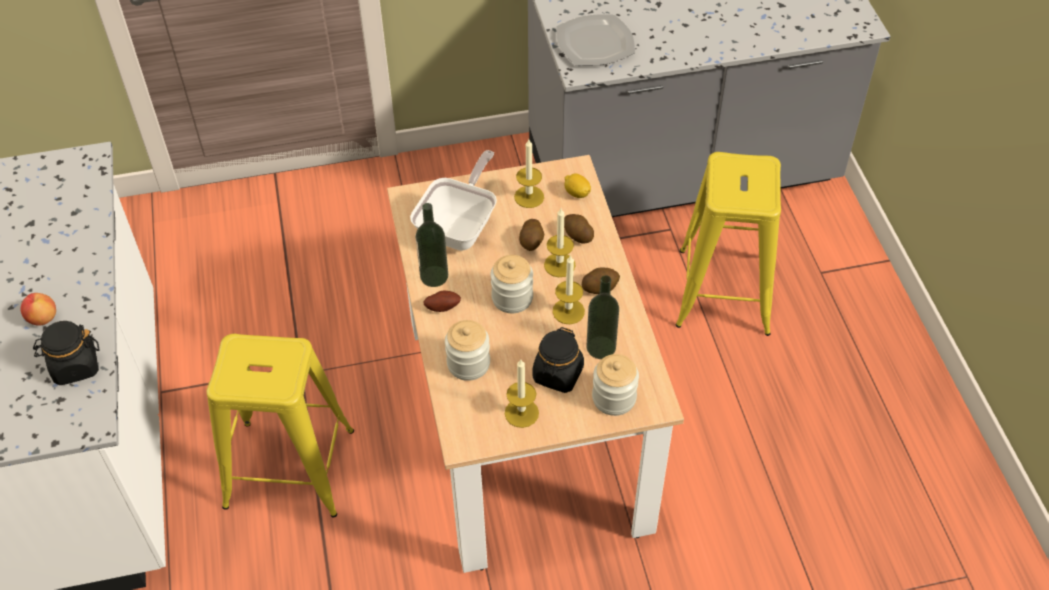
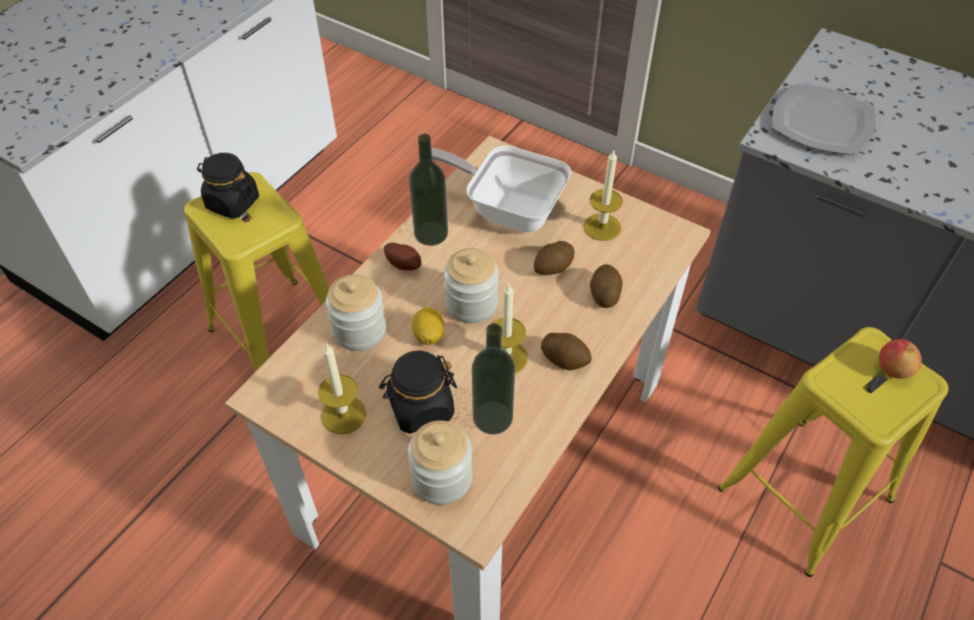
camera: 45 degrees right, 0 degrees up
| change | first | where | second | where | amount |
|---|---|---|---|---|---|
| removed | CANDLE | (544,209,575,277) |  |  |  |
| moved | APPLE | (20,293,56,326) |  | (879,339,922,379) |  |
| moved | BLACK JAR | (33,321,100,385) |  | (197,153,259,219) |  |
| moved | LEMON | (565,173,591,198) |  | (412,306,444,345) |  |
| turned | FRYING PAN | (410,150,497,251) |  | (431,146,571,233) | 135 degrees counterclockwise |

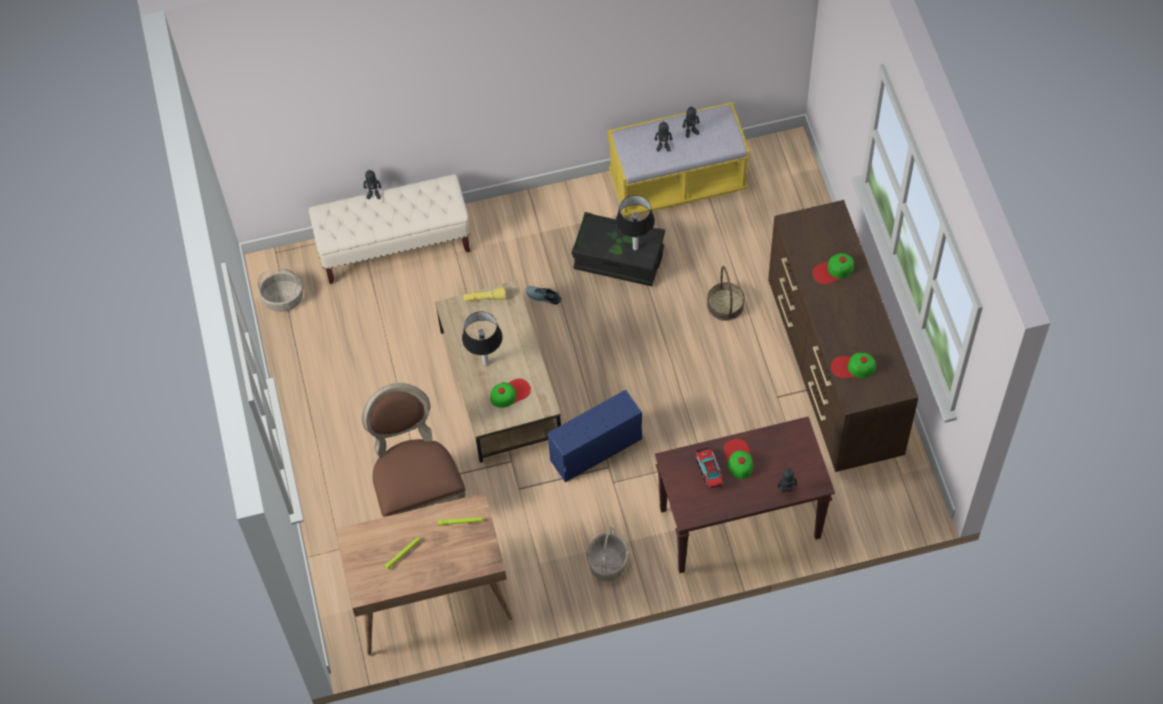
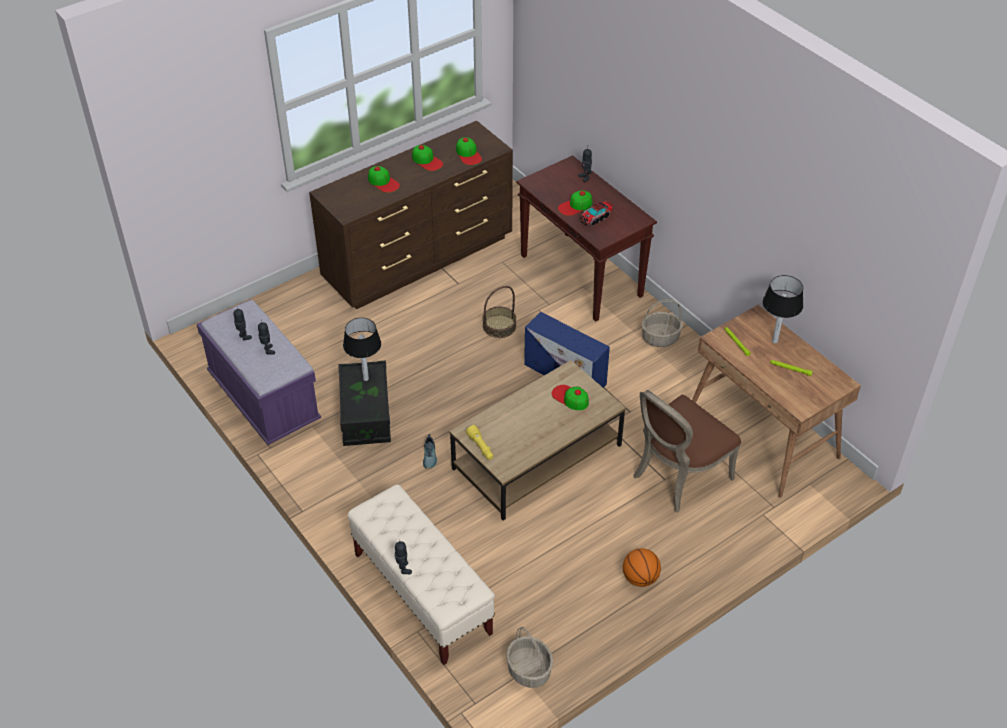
camera: 115 degrees left, 15 degrees down
| change | first | where | second | where | amount |
|---|---|---|---|---|---|
| added |  |  | CAP | (412,145,443,171) |  |
| added |  |  | BASKETBALL | (623,548,661,587) |  |
| moved | TABLE LAMP | (462,311,502,366) |  | (763,275,803,344) |  |
| moved | BASKET | (707,266,745,321) |  | (483,286,516,338) |  |
| recoloured | YELLOW BENCH | (608,102,750,217) | PURPLE BENCH | (197,299,321,445) |  |

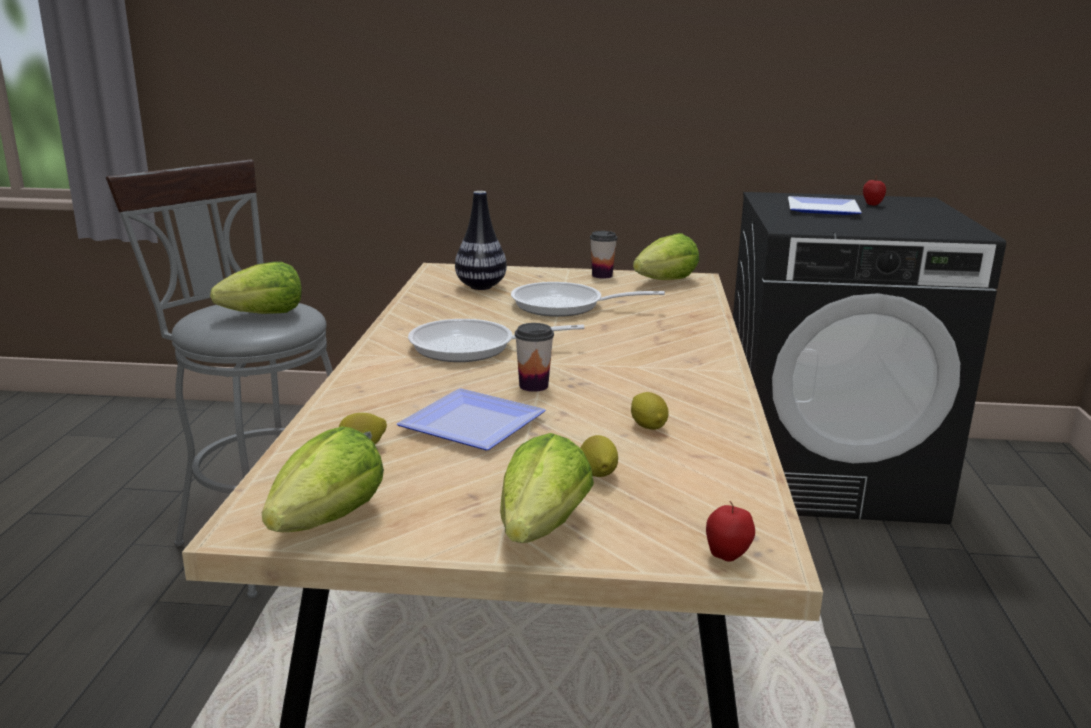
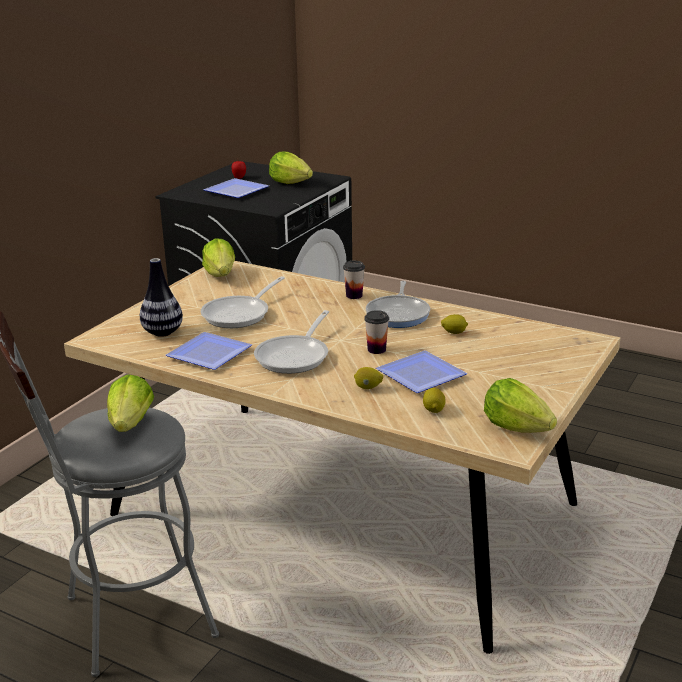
camera: 65 degrees left, 5 degrees up
| change | first | where | second | where | amount |
|---|---|---|---|---|---|
| removed | APPLE | (706,501,755,562) |  |  |  |
| added |  |  | PLATE | (166,332,252,370) |  |
| added |  |  | FRYING PAN | (366,281,430,328) |  |
| moved | LETTUCE | (500,433,594,543) |  | (269,151,313,184) |  |
| moved | LEMON | (581,435,618,477) |  | (354,367,383,389) |  |
| moved | CUP | (590,231,617,279) |  | (343,260,365,299) |  |

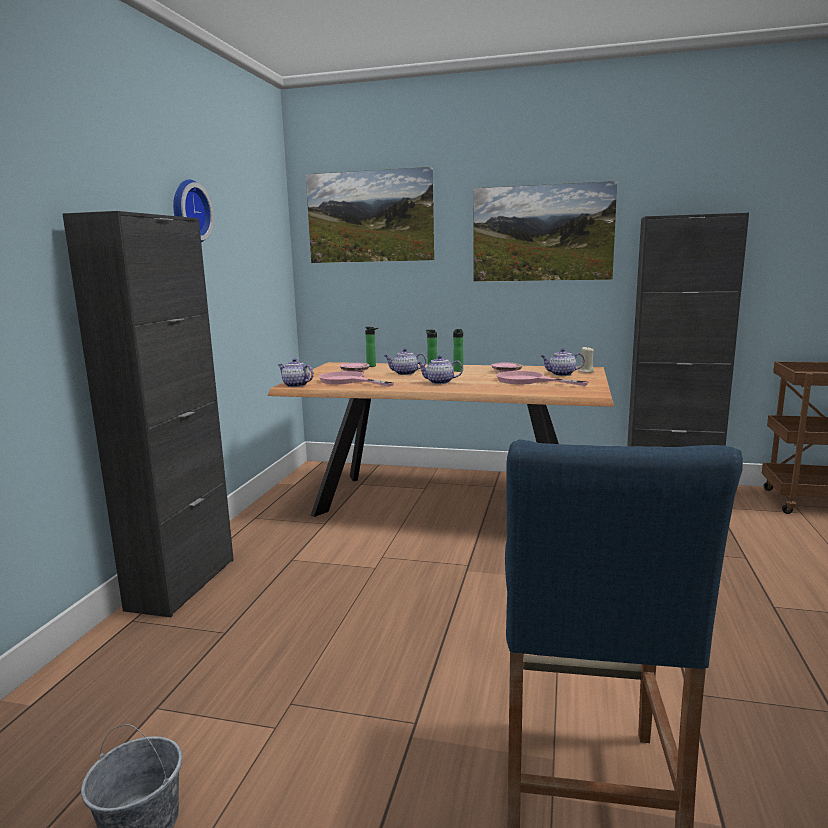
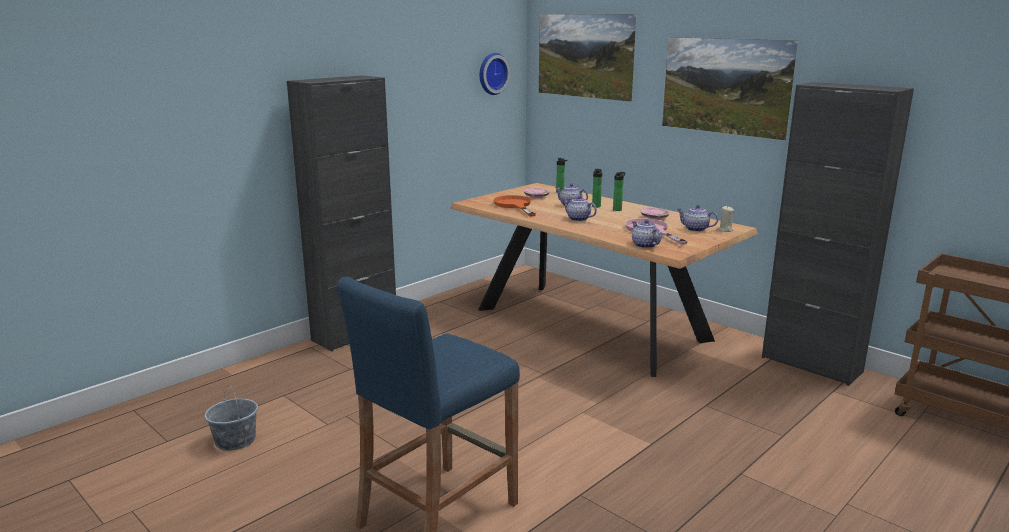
camera: 30 degrees right, 5 degrees up
| change | first | where | second | where | amount |
|---|---|---|---|---|---|
| moved | WALL CLOCK | (173,179,214,242) |  | (480,53,510,95) |  |
| moved | TEAPOT | (278,359,314,387) |  | (632,220,662,248) |  |
| recoloured | PINK FRYING PAN | (319,371,394,387) | ORANGE FRYING PAN | (493,195,536,217) |  |

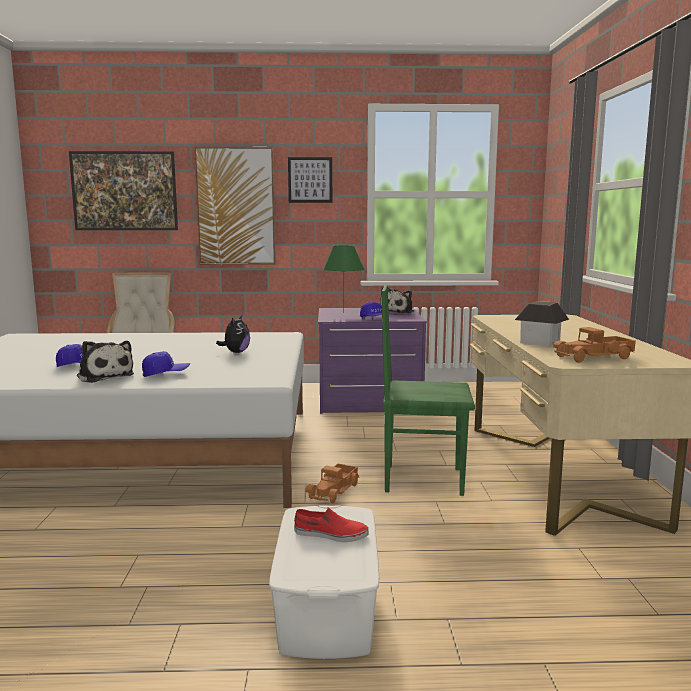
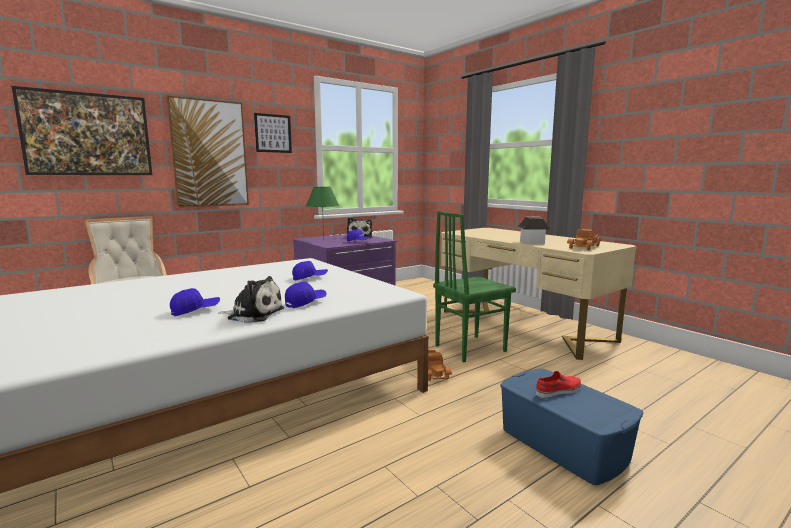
camera: 35 degrees left, 0 degrees up
| change | first | where | second | where | amount |
|---|---|---|---|---|---|
| replaced | PLUSH TOY | (216,315,250,353) | BLUE CAP | (292,261,328,280) |  |
| recoloured | WHITE STORAGE BOX | (269,506,379,659) | BLUE STORAGE BOX | (500,368,643,485) |  |

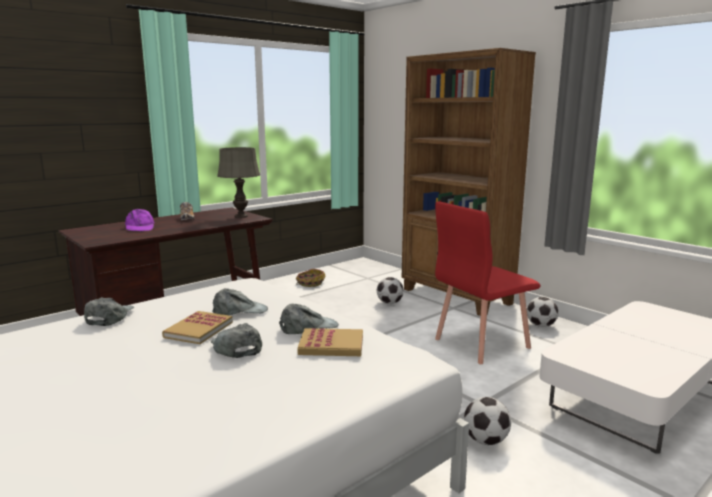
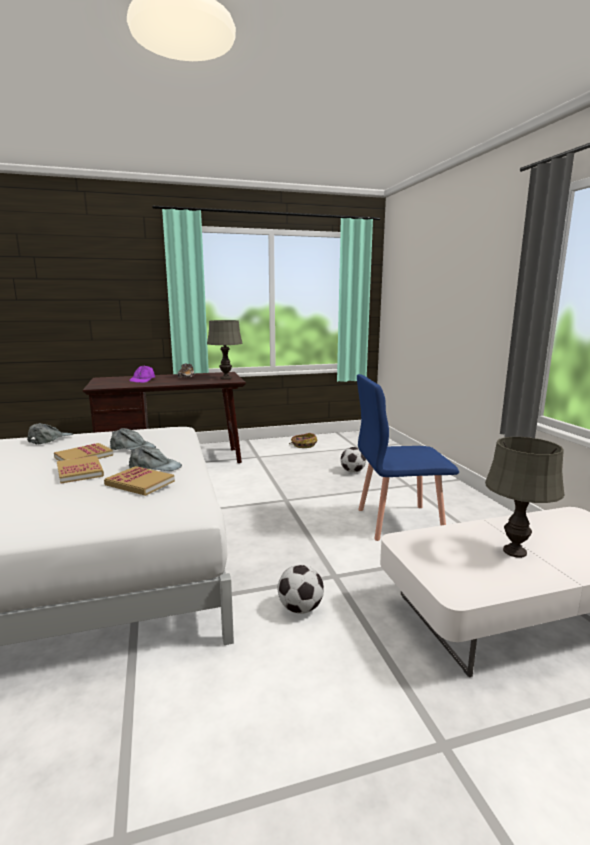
camera: 25 degrees right, 0 degrees up
| change | first | where | second | where | amount |
|---|---|---|---|---|---|
| removed | BROWN BOOKCASE | (402,48,536,316) |  |  |  |
| removed | FOOTBALL | (527,297,558,327) |  |  |  |
| added |  |  | GREY TABLE LAMP | (485,437,564,558) |  |
| replaced | GREY CAP | (211,323,262,358) | BOOK | (57,456,104,484) |  |
| recoloured | RED CHAIR | (435,202,540,364) | BLUE CHAIR | (357,374,459,541) |  |

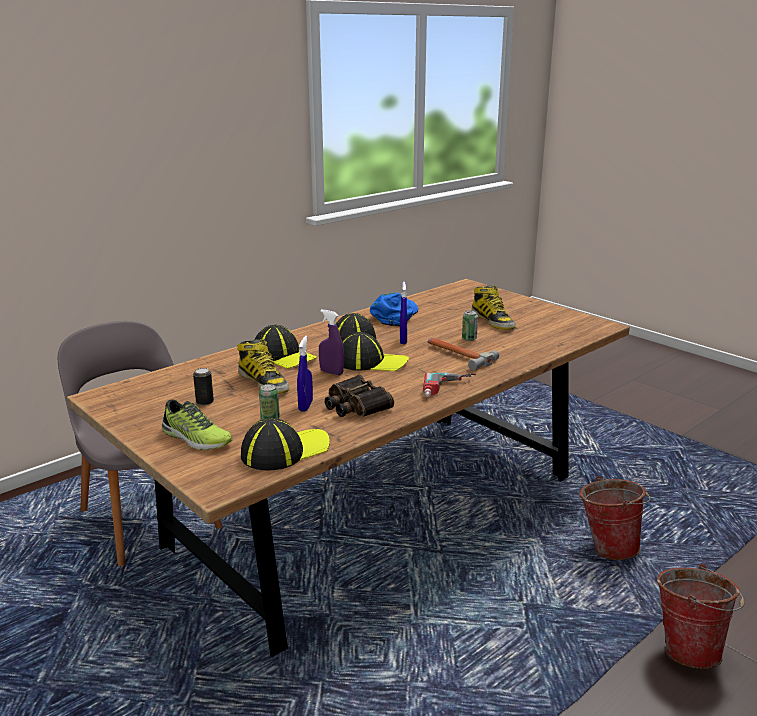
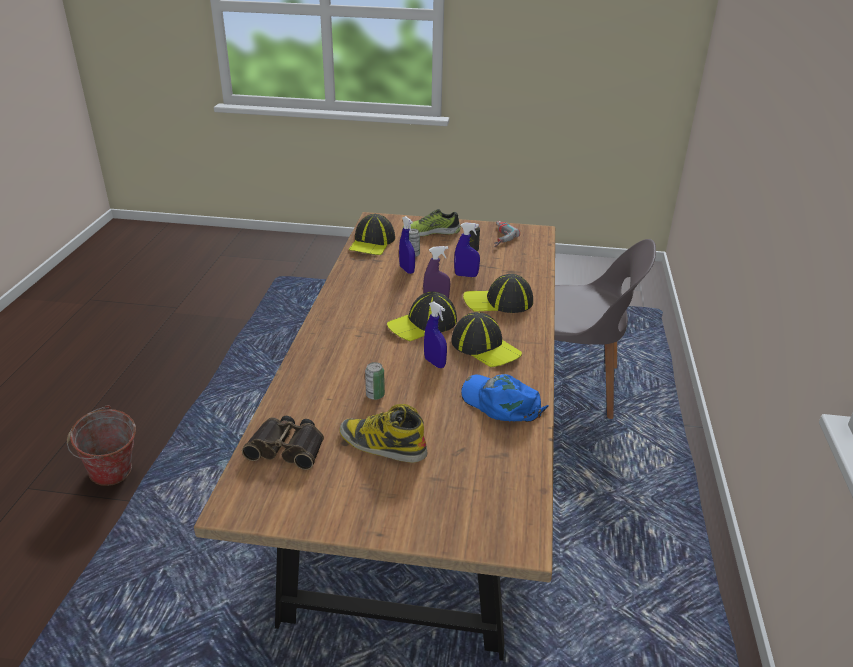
camera: 140 degrees right, 10 degrees up
| change | first | where | second | where | amount |
|---|---|---|---|---|---|
| removed | HAMMER | (428,338,499,371) |  |  |  |
| removed | BUCKET | (580,476,650,560) |  |  |  |
| moved | BINOCULARS | (325,375,394,417) |  | (242,416,324,470) |  |
| moved | POWER DRILL | (423,372,476,397) |  | (494,221,520,247) |  |
| replaced | BOOT | (237,339,290,394) | BLUE SPRAY BOTTLE | (454,222,480,277) |  |
| turned | BLUE CAP | (370,292,418,326) |  | (461,374,549,422) | 150 degrees clockwise |

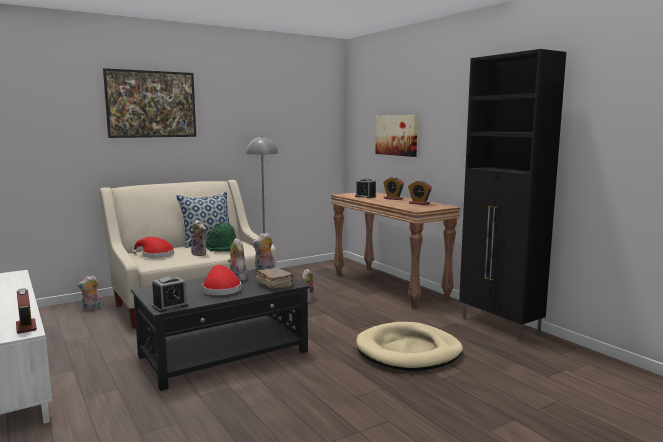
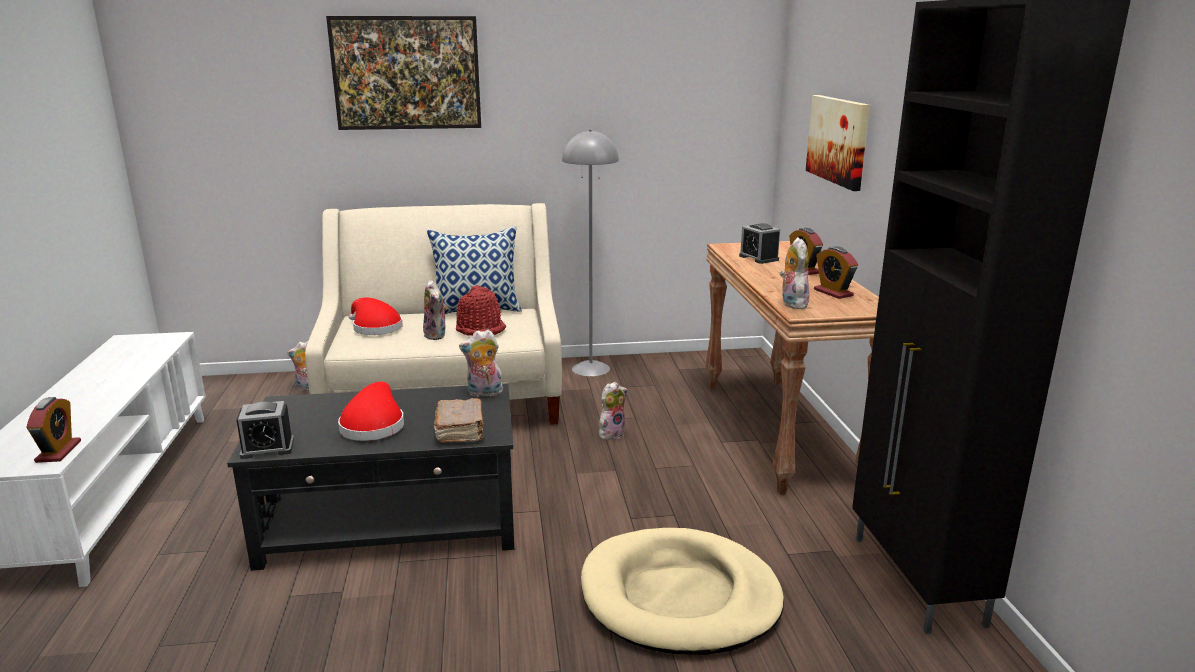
camera: 25 degrees right, 10 degrees up
| change | first | where | second | where | amount |
|---|---|---|---|---|---|
| moved | PLUSH TOY | (228,238,247,281) |  | (780,237,809,309) |  |
| recoloured | GREEN HAT | (206,222,236,252) | RED HAT | (456,285,506,336) |  |

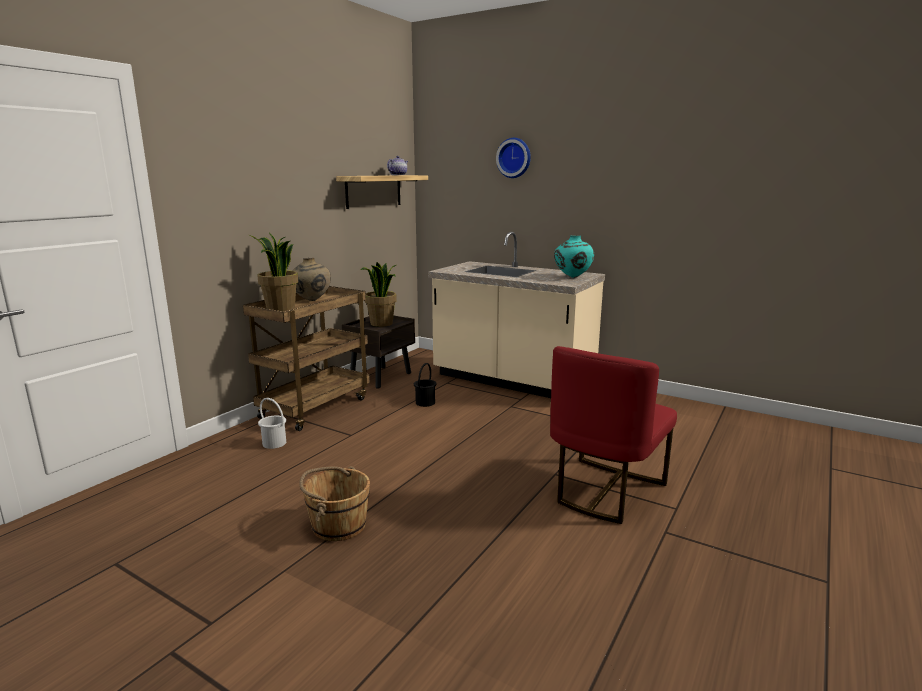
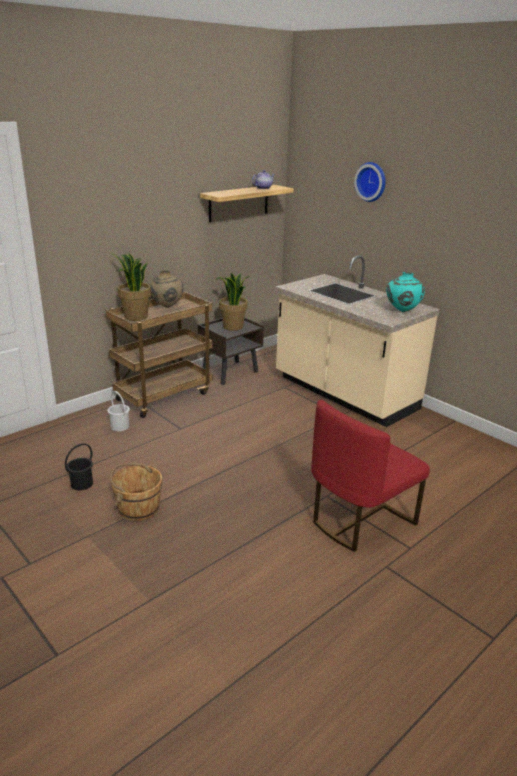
camera: 15 degrees right, 10 degrees up
| change | first | where | second | where | amount |
|---|---|---|---|---|---|
| moved | BLACK BUCKET | (414,363,437,407) |  | (65,443,93,490) |  |

